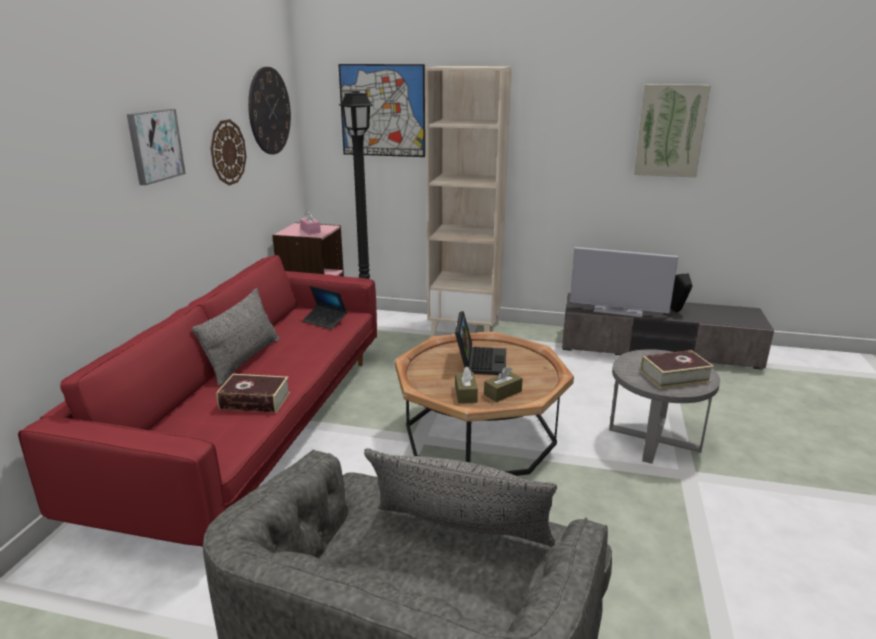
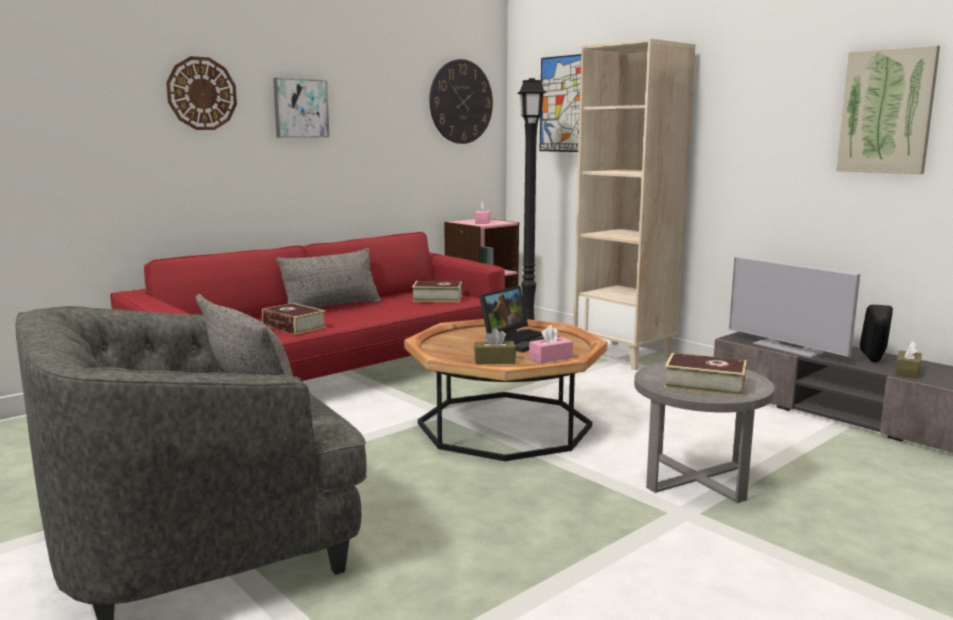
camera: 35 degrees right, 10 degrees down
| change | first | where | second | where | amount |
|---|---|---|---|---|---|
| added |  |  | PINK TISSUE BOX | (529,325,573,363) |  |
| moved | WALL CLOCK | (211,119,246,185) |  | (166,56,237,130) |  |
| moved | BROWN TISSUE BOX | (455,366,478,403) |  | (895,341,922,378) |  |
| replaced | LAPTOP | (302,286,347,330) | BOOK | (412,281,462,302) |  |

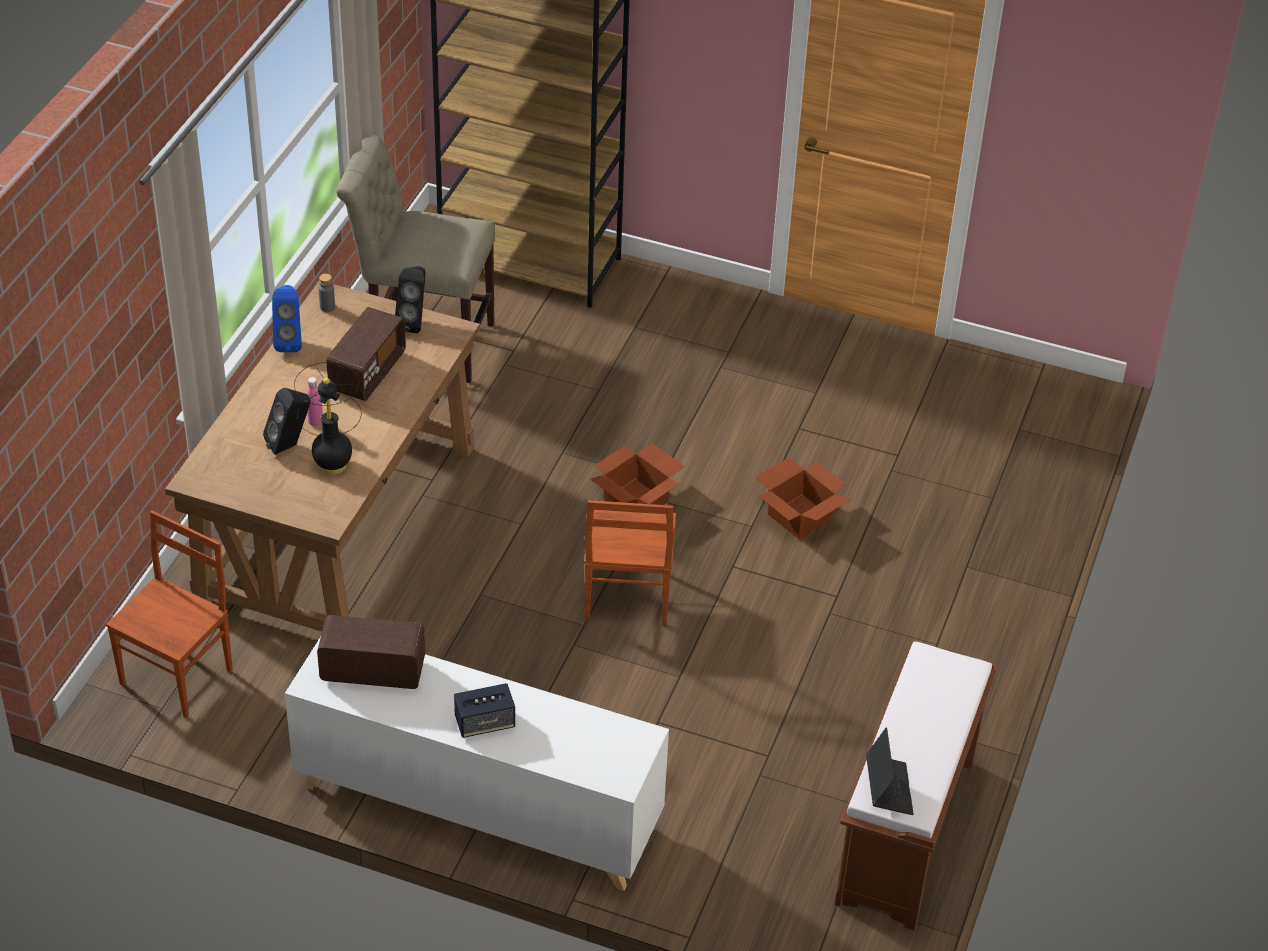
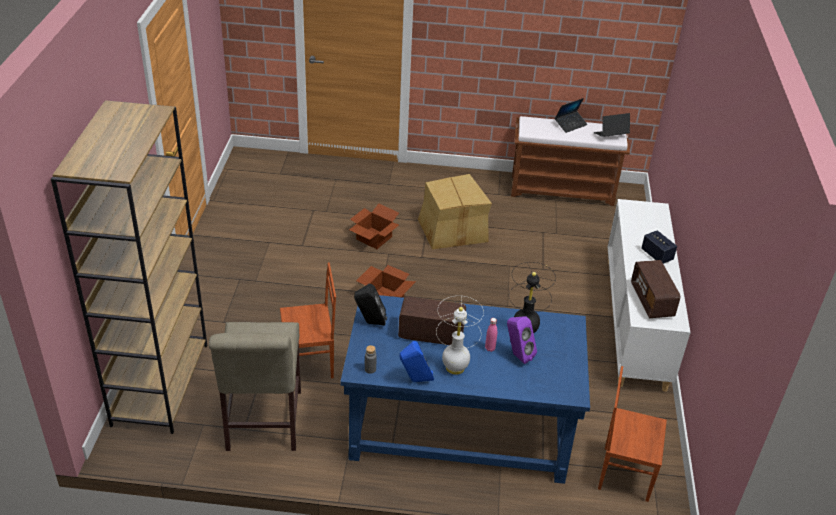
camera: 105 degrees left, 5 degrees down
| change | first | where | second | where | amount |
|---|---|---|---|---|---|
| added |  |  | CARDBOARD BOX | (418,174,492,249) |  |
| added |  |  | WHITE TABLE LAMP | (436,296,484,375) |  |
| added |  |  | LAPTOP | (555,98,588,133) |  |
| moved | BROWN CHAIR | (584,500,676,626) |  | (280,262,336,378) |  |
| recoloured | BROWN DESK | (165,282,480,631) | BLUE DESK | (340,295,590,484) |  |
| recoloured | BLACK SPEAKER | (263,388,310,455) | PURPLE SPEAKER | (507,316,537,364) |  |

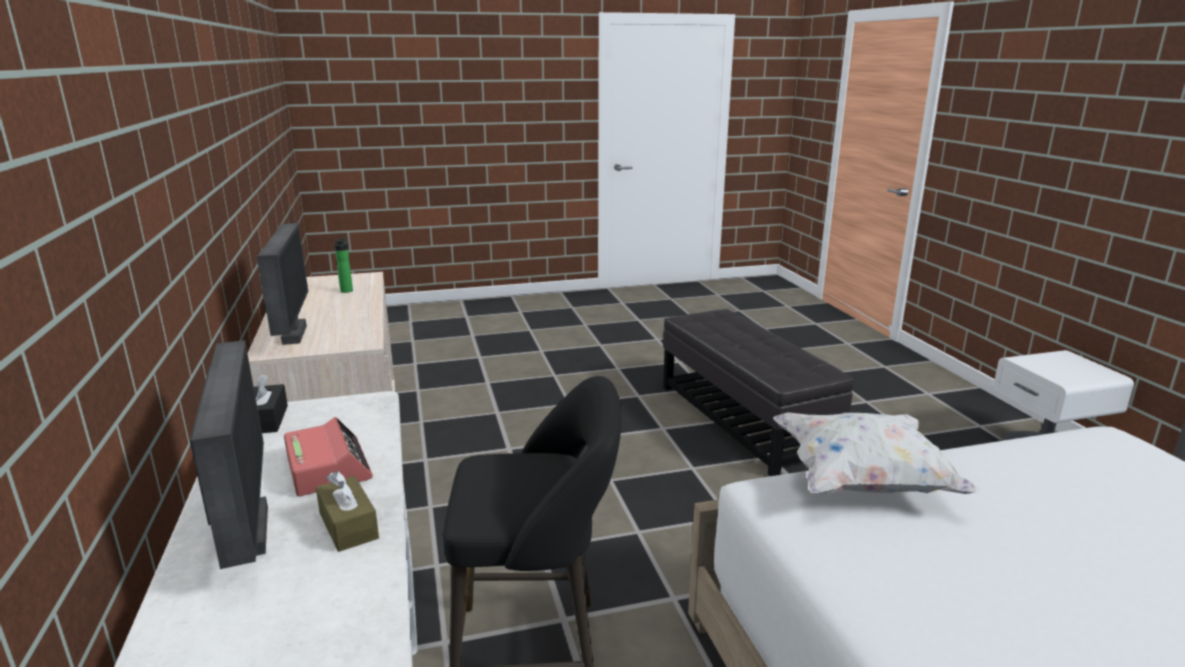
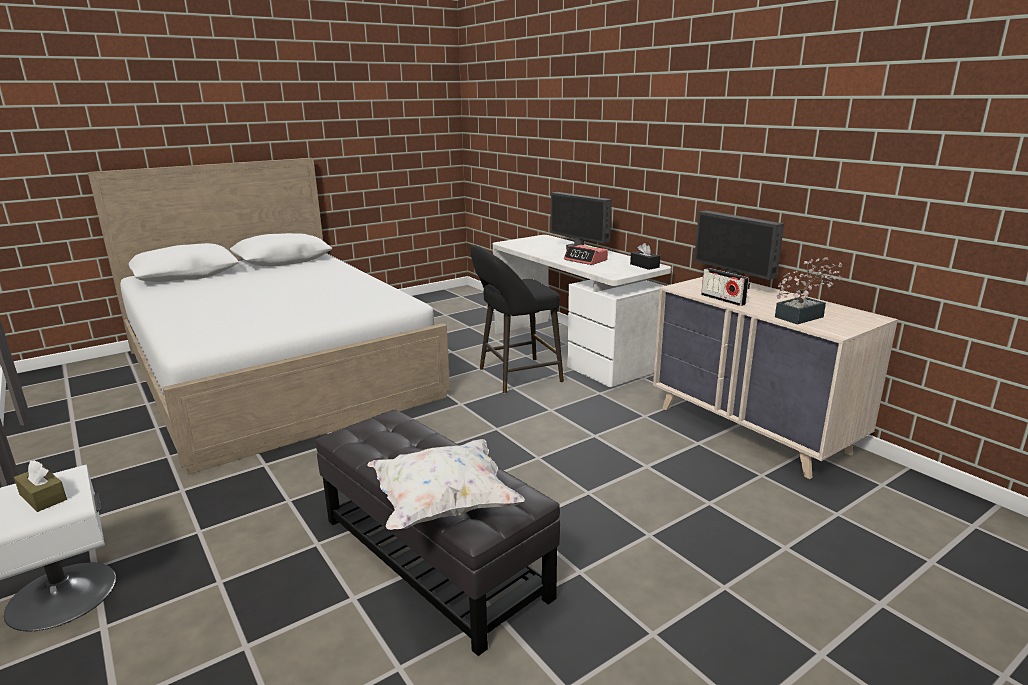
camera: 160 degrees right, 0 degrees up
| change | first | where | second | where | amount |
|---|---|---|---|---|---|
| added |  |  | RADIO | (701,268,749,306) |  |
| moved | BROWN TISSUE BOX | (316,471,379,552) |  | (14,460,67,512) |  |
| moved | WHITE PILLOW | (773,412,979,495) |  | (367,439,525,530) |  |
| replaced | BOTTLE | (334,238,353,293) | POTTED PLANT | (775,257,842,325) |  |

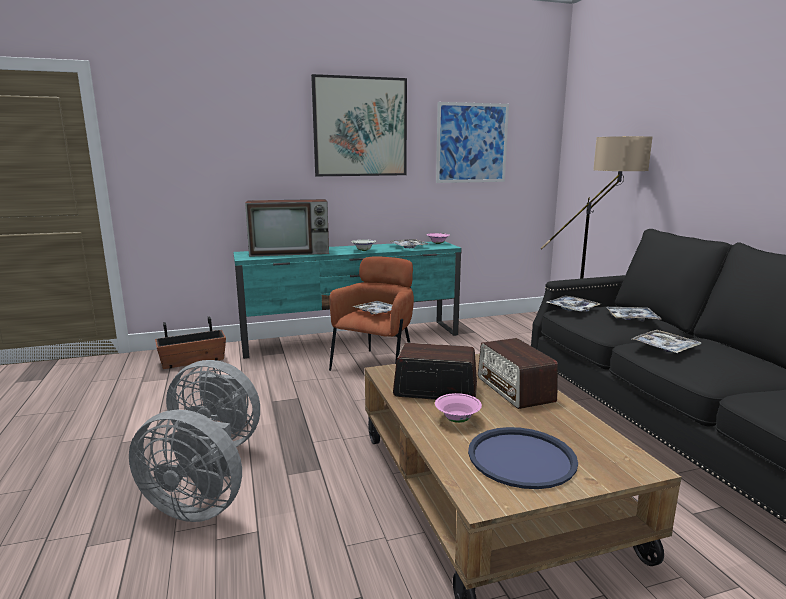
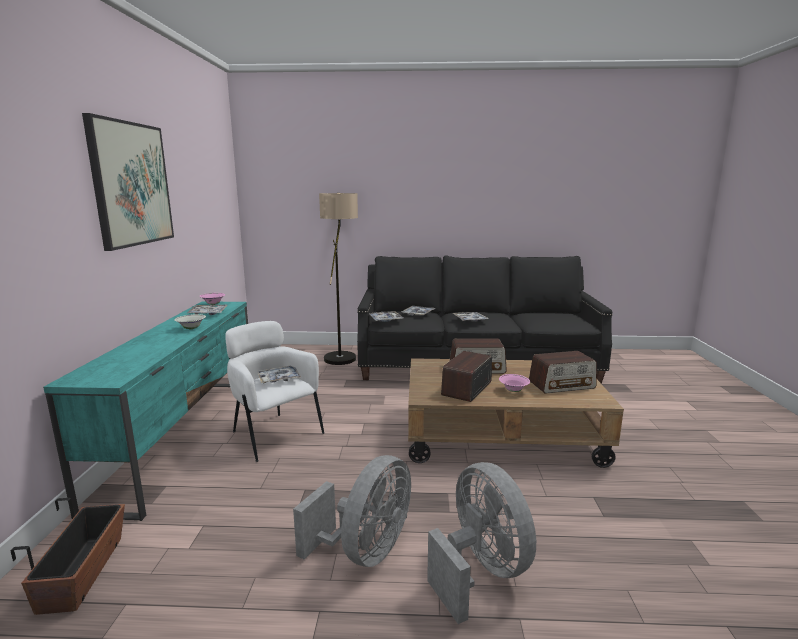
camera: 70 degrees left, 0 degrees up
| change | first | where | second | where | amount |
|---|---|---|---|---|---|
| removed | TELEVISION | (245,199,329,257) |  |  |  |
| removed | PICTURE | (436,102,509,183) |  |  |  |
| replaced | BLUE TRAY | (468,427,578,489) | RADIO | (529,351,597,394) |  |
| recoloured | BROWN ARMCHAIR | (329,256,414,371) | WHITE ARMCHAIR | (225,321,325,462) |  |
| turned | GREY FAN | (129,410,242,522) |  | (427,462,536,624) | 60 degrees counterclockwise |

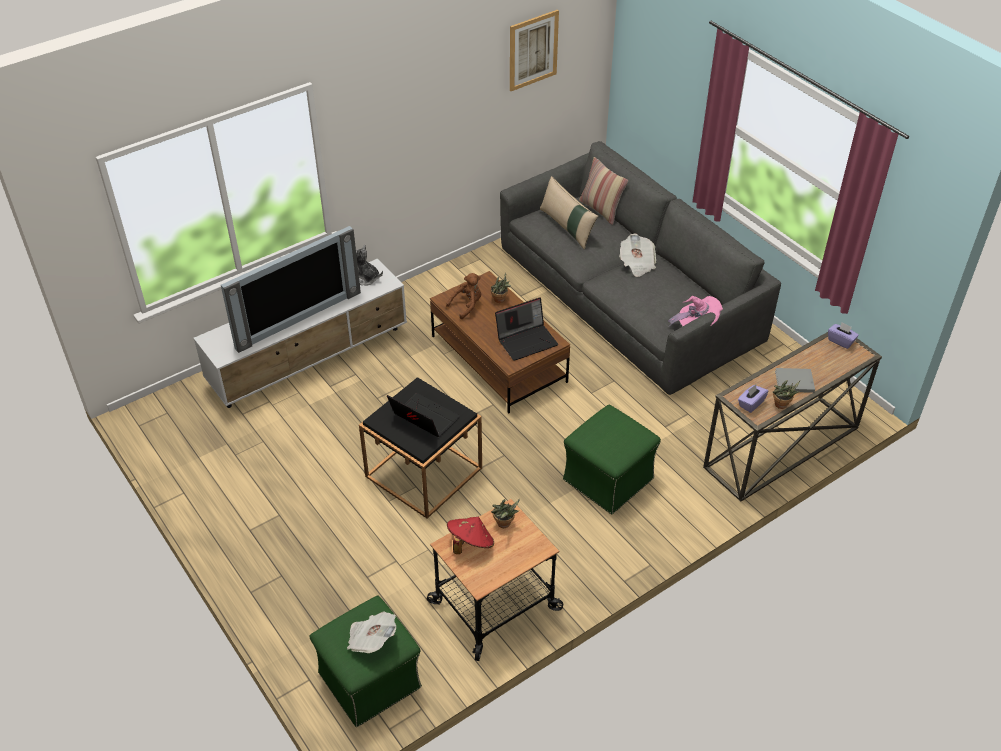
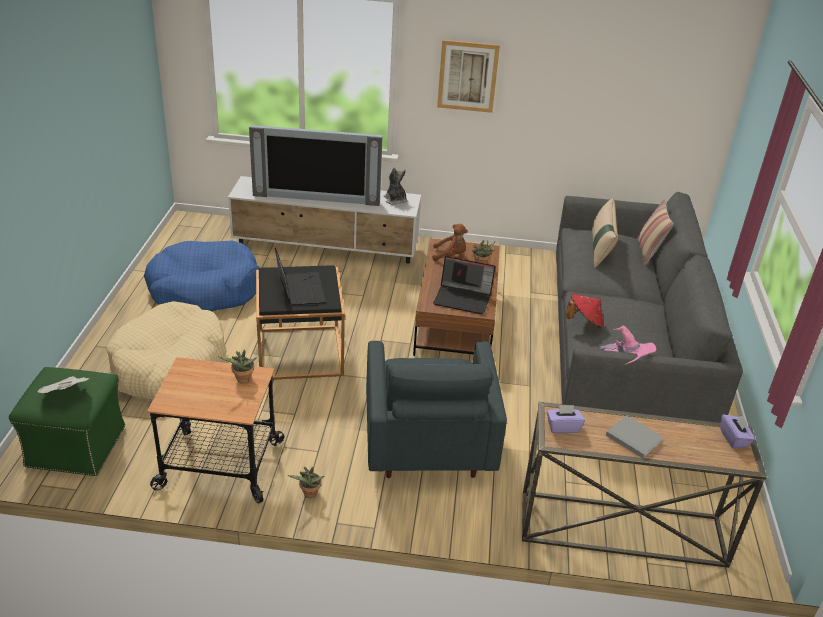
camera: 40 degrees right, 10 degrees down
| change | first | where | second | where | amount |
|---|---|---|---|---|---|
| removed | NEWSPAPER | (619,234,656,277) |  |  |  |
| added |  |  | BEIGE DOG BED | (106,301,226,400) |  |
| added |  |  | BLUE DOG BED | (144,240,260,311) |  |
| moved | RED HAT | (447,517,494,554) |  | (566,294,604,328) |  |
| moved | PICTURE | (510,10,559,91) |  | (437,40,500,113) |  |
| moved | POTTED PLANT | (773,380,800,409) |  | (288,467,325,498) |  |
| replaced | GREEN OTTOMAN | (563,404,661,515) | GREY ARMCHAIR | (366,341,507,478) |  |

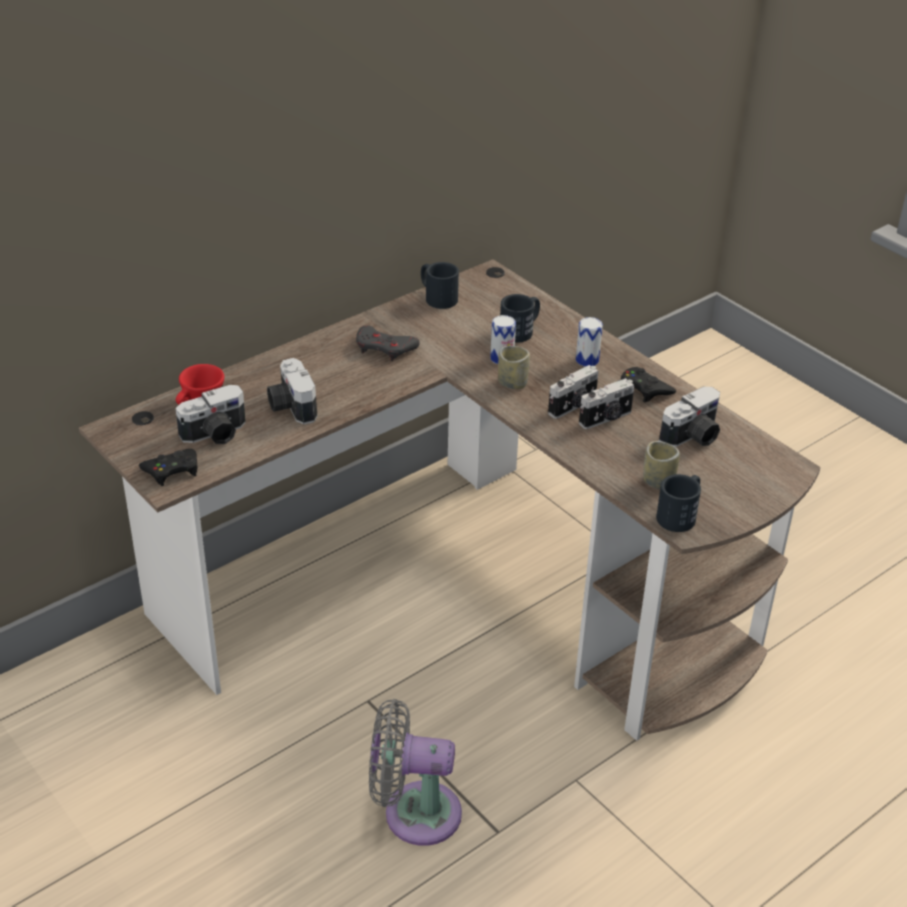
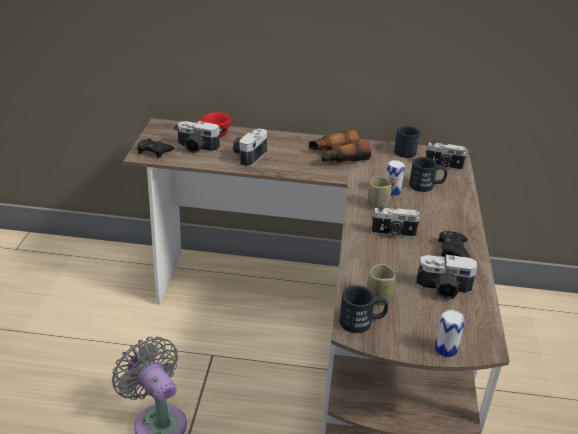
camera: 45 degrees right, 5 degrees down
| change | first | where | second | where | amount |
|---|---|---|---|---|---|
| moved | CAN | (576,317,603,367) |  | (435,310,465,357) |  |
| moved | PHOTO CAMERA | (579,378,634,429) |  | (425,141,467,171) |  |
| replaced | GREY GAME CONTROLLER | (356,325,420,361) | BINOCULARS | (309,129,371,163) |  |

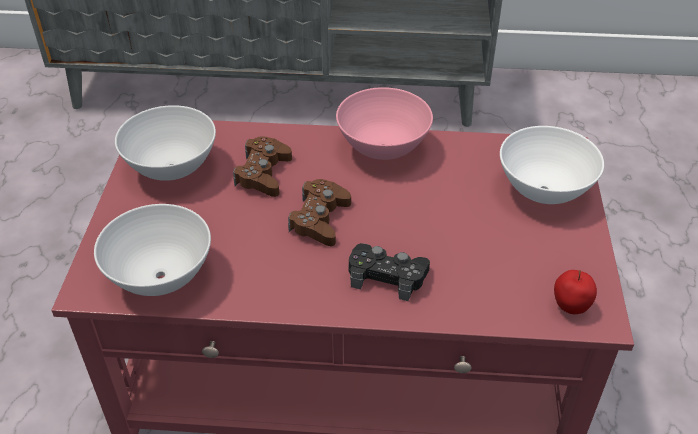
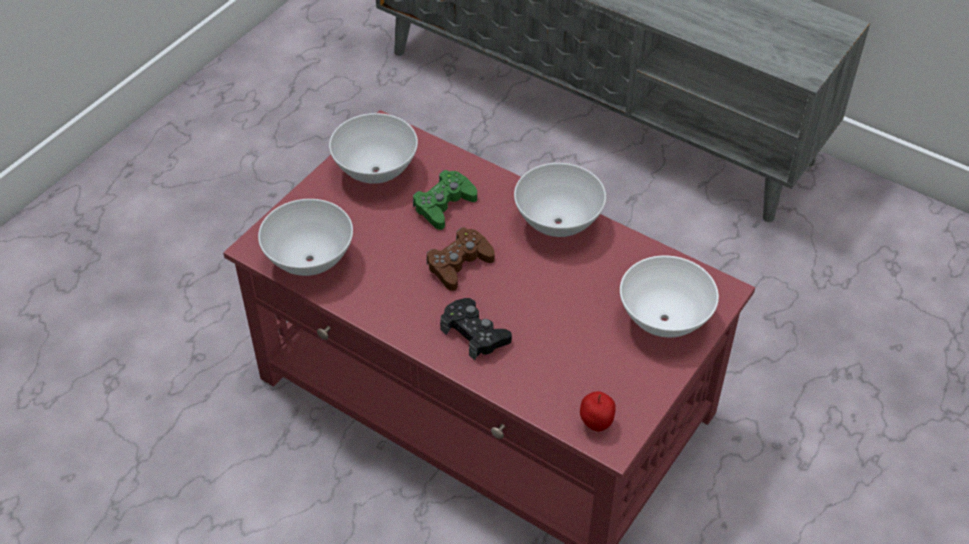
camera: 30 degrees right, 5 degrees up
| change | first | where | second | where | amount |
|---|---|---|---|---|---|
| recoloured | BROWN GAME CONTROLLER | (233,136,292,197) | GREEN GAME CONTROLLER | (413,170,477,230) |  |
| recoloured | PINK BOWL | (336,87,433,160) | WHITE BOWL | (514,163,606,237) |  |

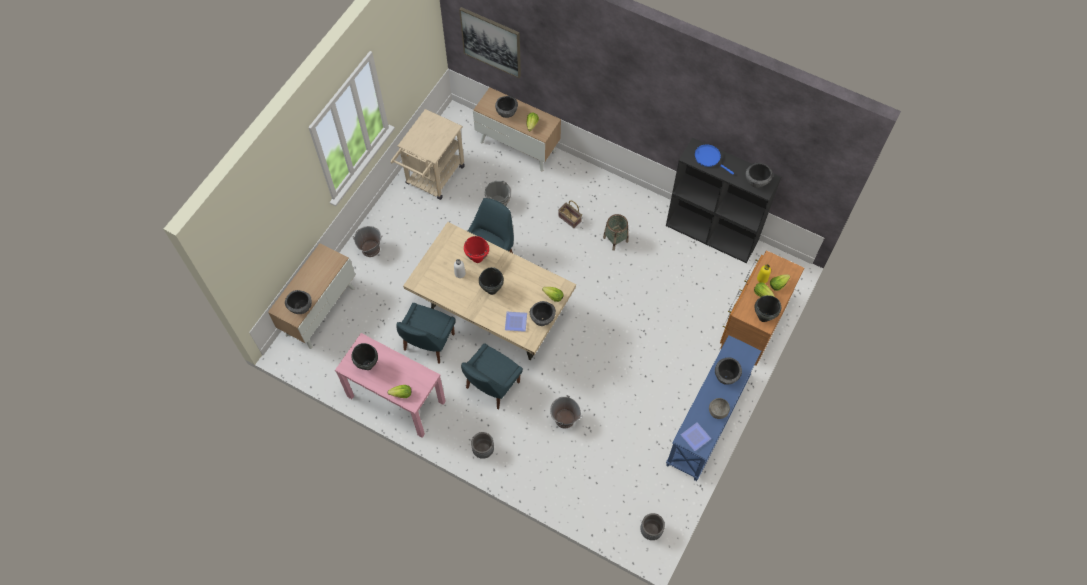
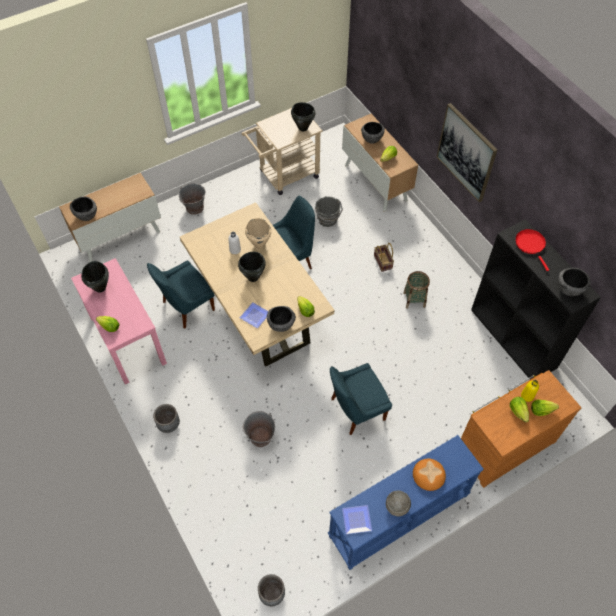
camera: 30 degrees right, 5 degrees down
| change | first | where | second | where | amount |
|---|---|---|---|---|---|
| moved | PICTURE | (459,7,521,78) |  | (437,103,497,202) |  |
| moved | BLUE CHAIR | (461,343,523,409) |  | (330,363,392,435) |  |
| moved | BLACK COOKING POT | (755,295,781,322) |  | (291,102,315,131) |  |
| replaced | BOWL | (715,357,742,385) | BREAD | (413,458,446,491) |  |
| recoloured | RED COOKING POT | (464,236,489,263) | BEIGE COOKING POT | (245,218,271,249) |  |
| recoloured | BLUE FRYING PAN | (694,144,734,175) | RED FRYING PAN | (515,229,549,271) |  |

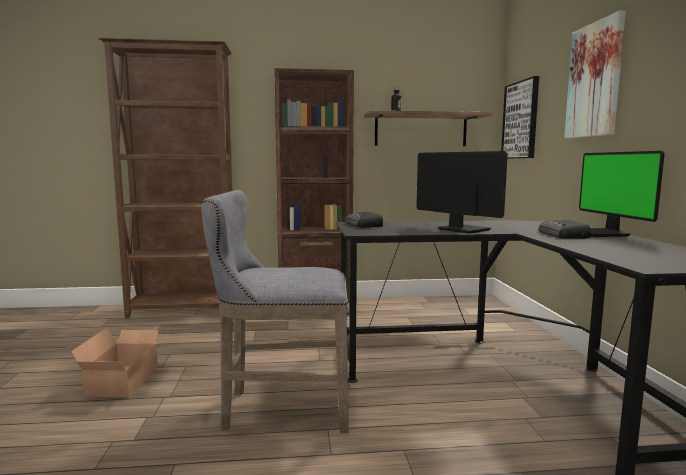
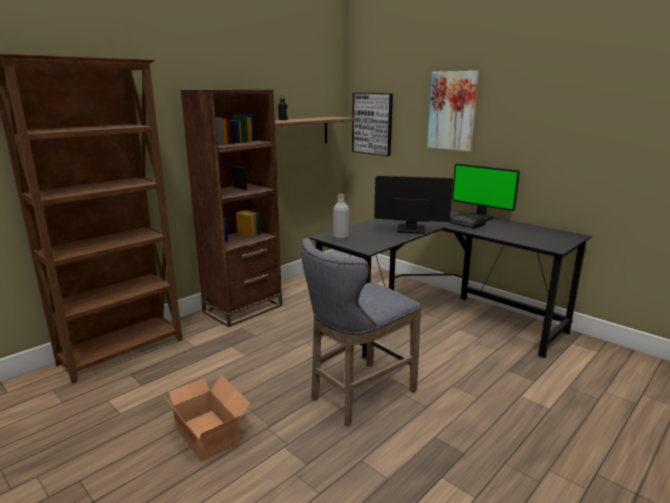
camera: 40 degrees left, 10 degrees up
| change | first | where | second | where | amount |
|---|---|---|---|---|---|
| replaced | RADIO | (345,212,383,227) | GREY BOTTLE | (333,194,349,239) |  |

